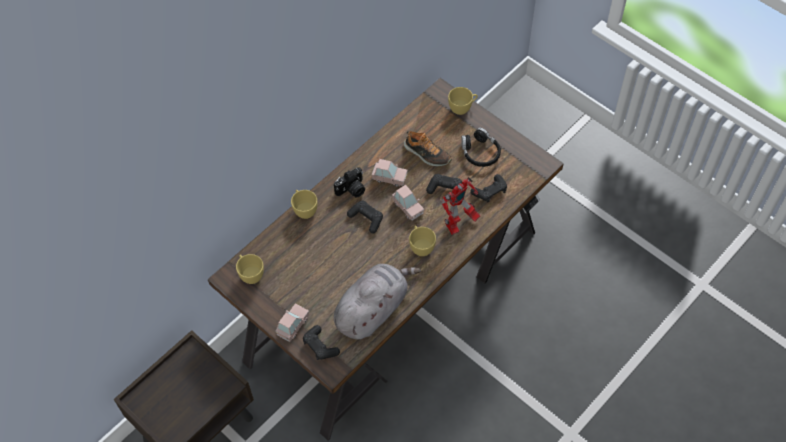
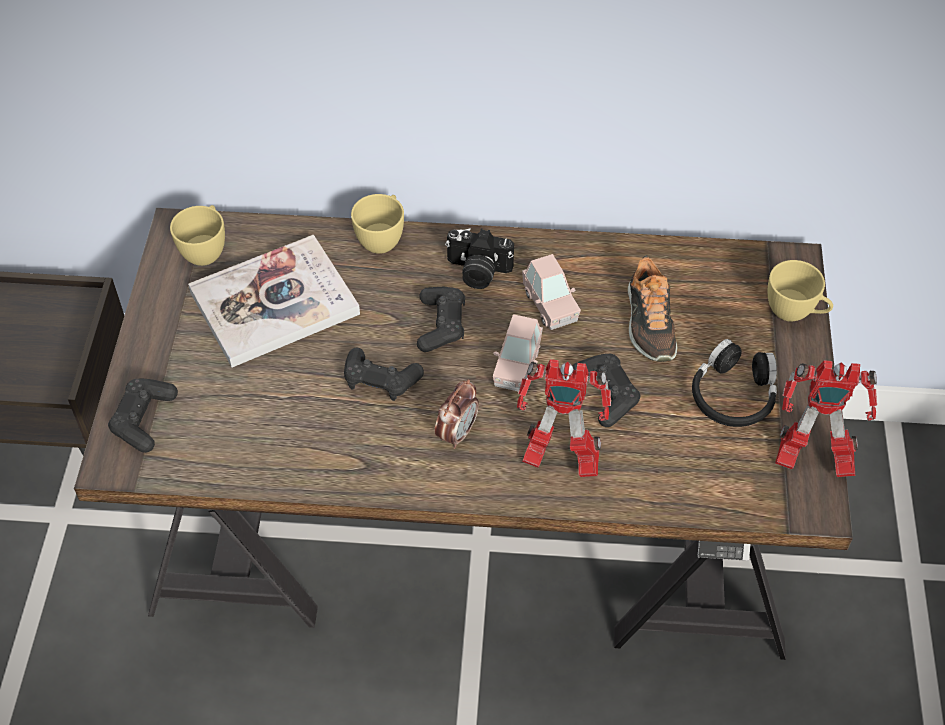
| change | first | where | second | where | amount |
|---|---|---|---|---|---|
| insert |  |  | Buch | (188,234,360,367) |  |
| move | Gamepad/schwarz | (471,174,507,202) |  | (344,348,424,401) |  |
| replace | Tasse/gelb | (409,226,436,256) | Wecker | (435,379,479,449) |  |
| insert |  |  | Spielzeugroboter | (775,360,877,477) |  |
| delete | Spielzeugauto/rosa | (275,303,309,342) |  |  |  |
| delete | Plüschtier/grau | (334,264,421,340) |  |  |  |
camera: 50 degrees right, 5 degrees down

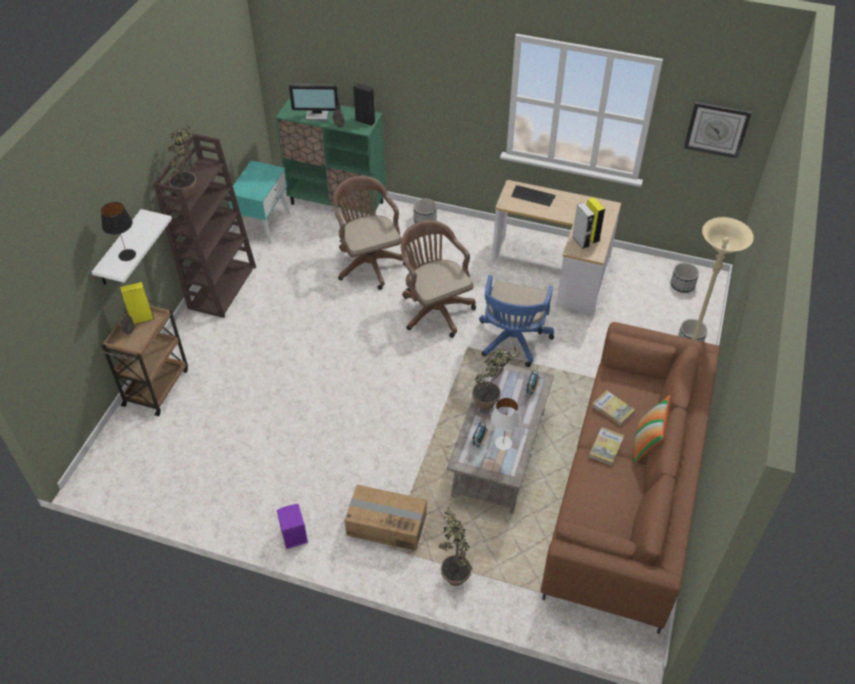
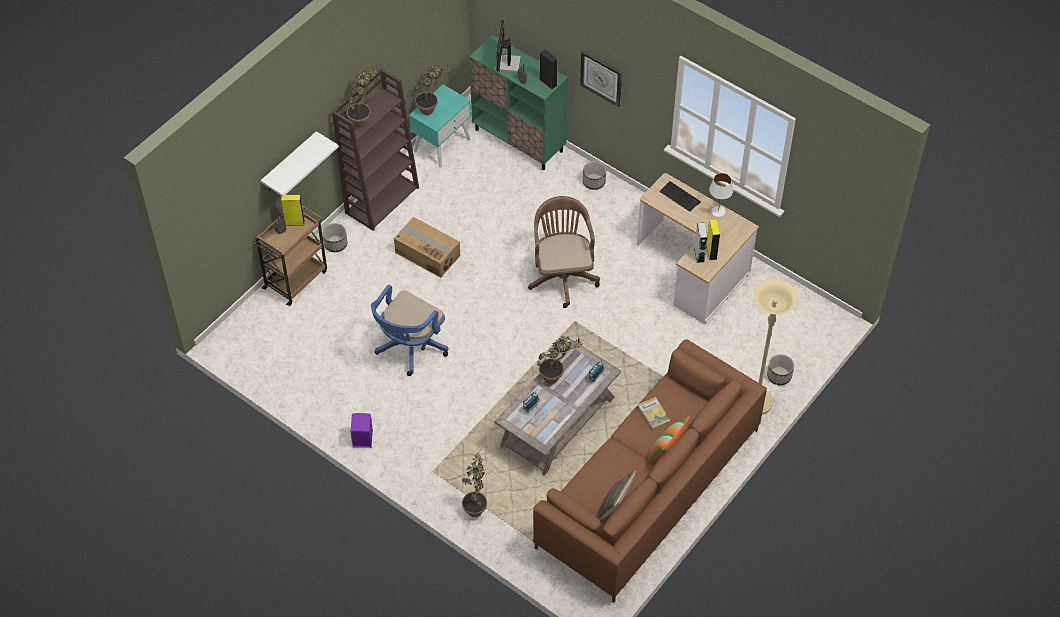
| change | first | where | second | where | amount |
|---|---|---|---|---|---|
| move | Pflanzkübel | (671,263,699,293) |  | (322,223,348,252) |  |
| move | Bürostuhl/blau | (479,275,554,367) |  | (371,284,449,376) |  |
| move | Karton | (344,485,427,551) |  | (394,217,460,277) |  |
| insert |  |  | Topfpflanze | (415,64,451,115) |  |
| rotate | Monitor | (289,84,339,121) |  | (496,20,521,72) | 75 degrees clockwise |
| move | Wanduhr | (684,101,752,159) |  | (580,50,622,107) |  |
| insert |  |  | Kissen | (598,470,636,520) |  |
| move | Tischlampe/weiß | (491,398,521,450) |  | (709,173,733,217) |  |
| delete | Tischlampe/schwarz | (101,202,136,261) |  |  |  |
| delete | Bürostuhl/braun | (333,175,407,290) |  |  |  |
| delete | Buch | (589,427,624,466) |  |  |  |
camera: 20 degrees right, 5 degrees up

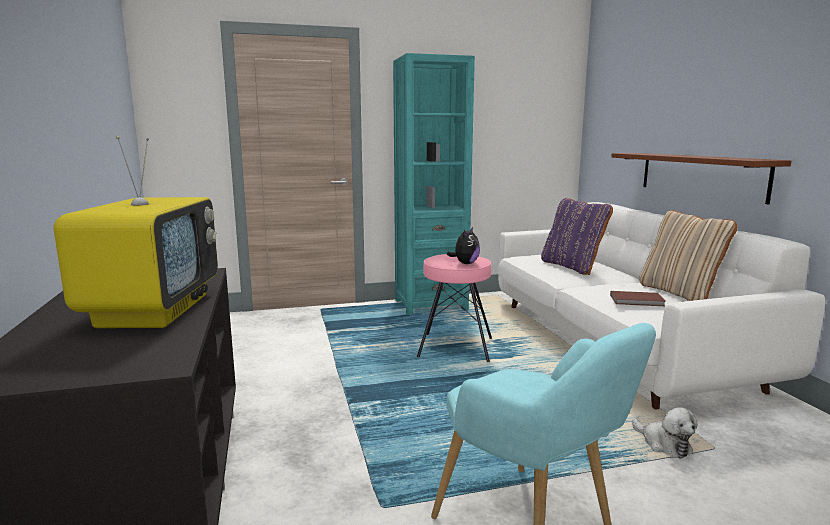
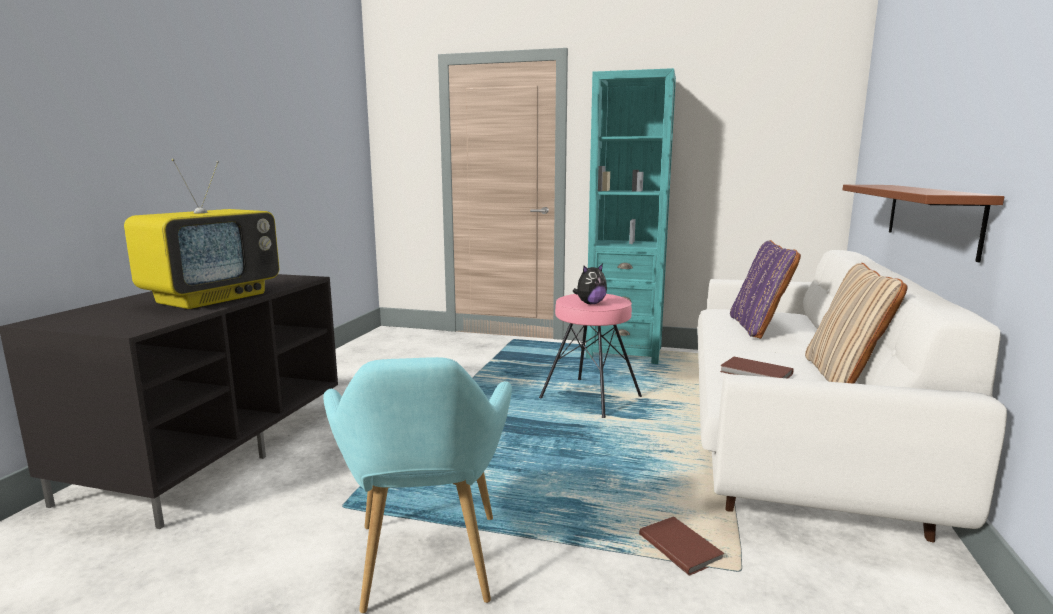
| change | first | where | second | where | amount |
|---|---|---|---|---|---|
| replace | Plüschtier | (632,407,698,459) | Buch/braun | (639,516,725,576) |  |
camera: 30 degrees right, 0 degrees up

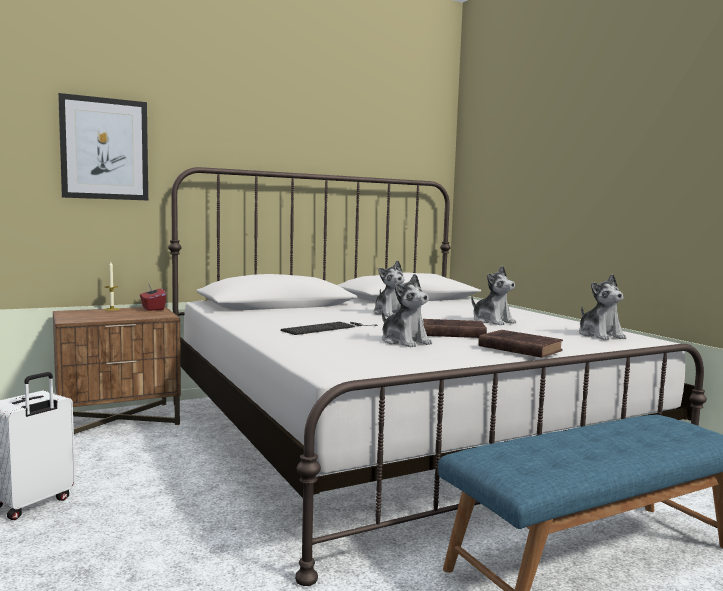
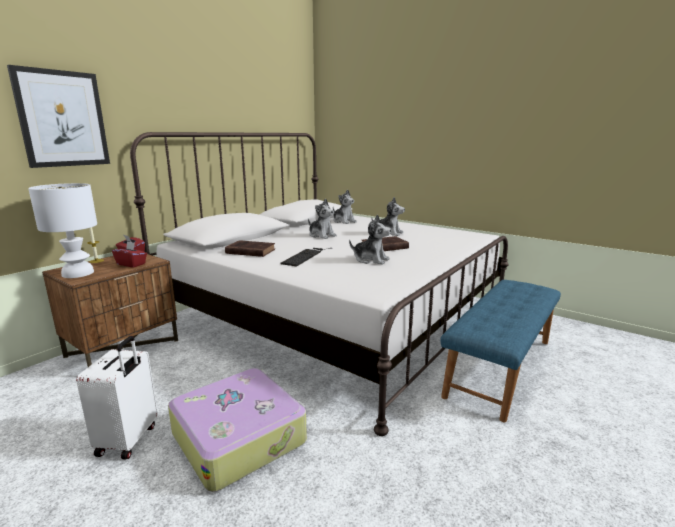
| change | first | where | second | where | amount |
|---|---|---|---|---|---|
| insert |  |  | Tischlampe/weiß | (28,183,97,278) |  |
| insert |  |  | Taschentuchbox/rot | (112,241,147,268) |  |
| insert |  |  | Koffer | (168,368,307,492) |  |
| move | Buch/braun | (478,330,563,358) |  | (225,240,275,257) |  |
| move | Plüschtier | (579,274,627,340) |  | (333,190,357,224) |  |
camera: 25 degrees left, 10 degrees up

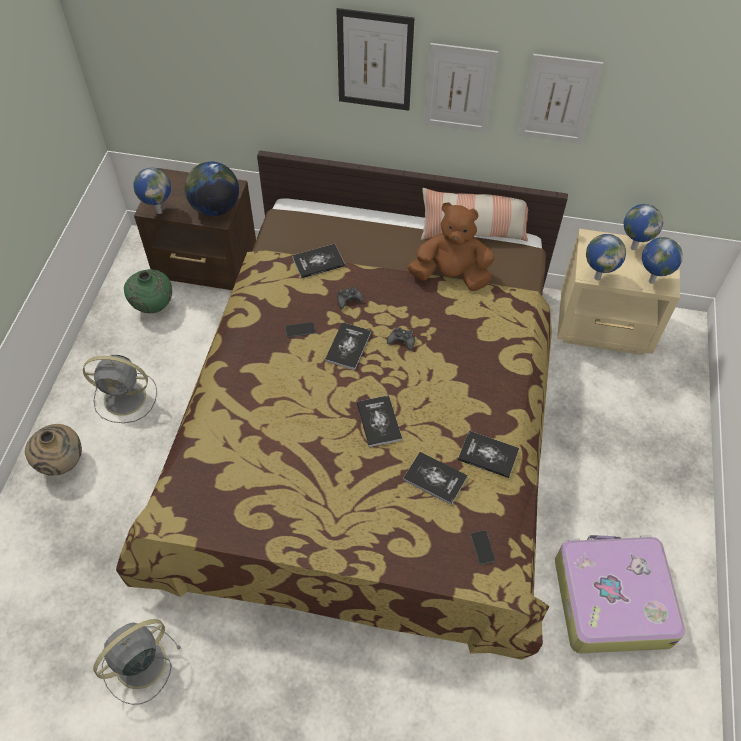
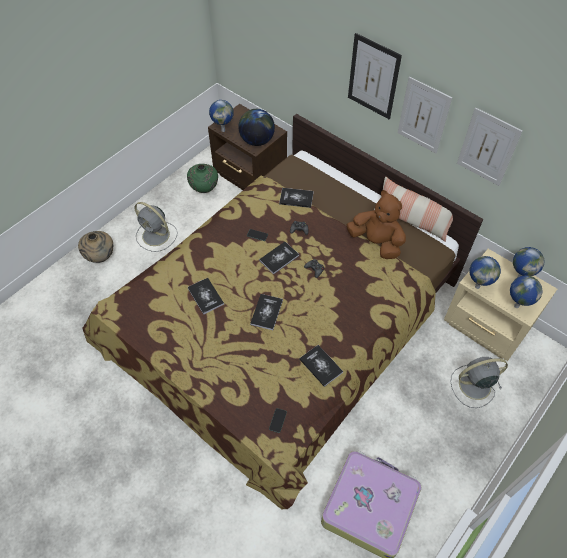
| change | first | where | second | where | amount |
|---|---|---|---|---|---|
| move | Buch | (403,452,468,505) |  | (188,278,224,315) |  |
| move | Ventilator/grau | (93,619,181,705) |  | (450,357,508,408) |  |
camera: 30 degrees right, 0 degrees up

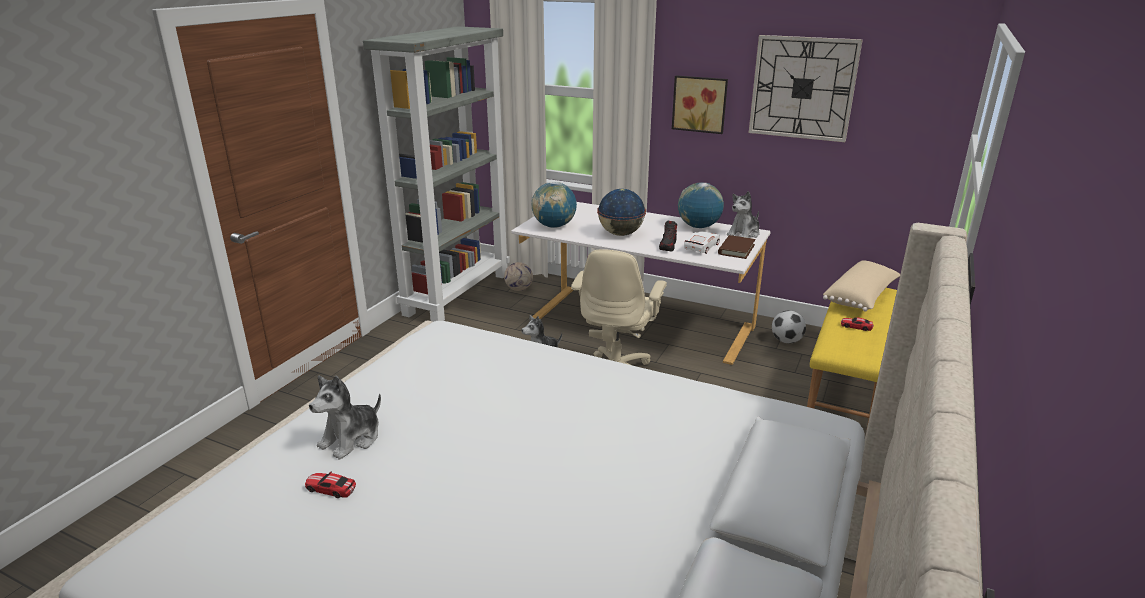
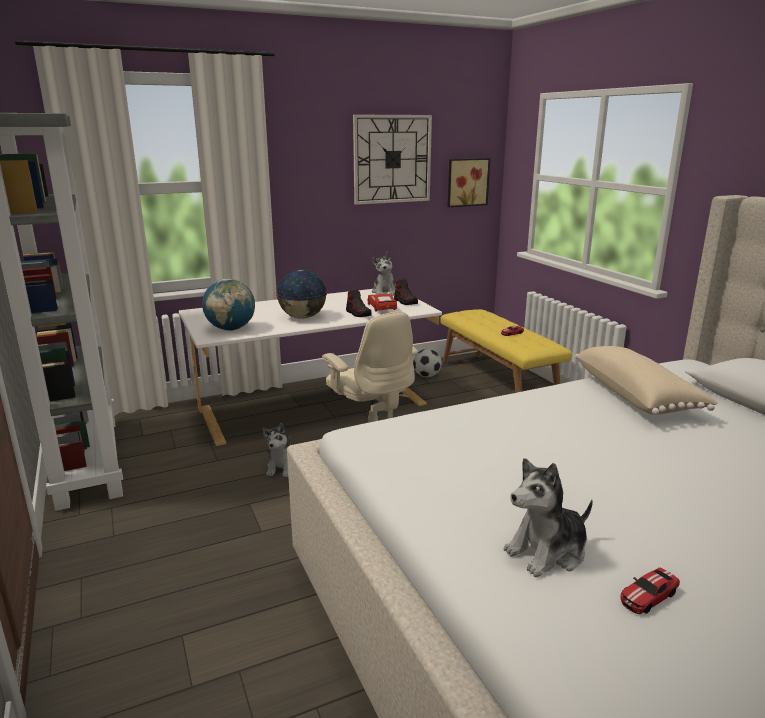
| change | first | where | second | where | amount |
|---|---|---|---|---|---|
| recolor | Spielzeugauto/weiß | (684,231,720,254) | Spielzeugauto/rot | (368,294,397,312) |  |
| replace | Buch/braun | (718,235,756,259) | Schuh | (394,278,418,305) |  |
| move | Bild | (672,75,728,134) |  | (448,158,490,207) |  |
| rotate | Plüschtier | (309,376,381,460) |  | (504,458,593,577) | 75 degrees clockwise |
| move | Kissen/beige | (823,260,900,312) |  | (575,346,717,415) |  |
| delete | Fußball | (504,262,533,291) |  |  |  |
| delete | Globus | (678,182,724,228) |  |  |  |
camera: 50 degrees left, 5 degrees down

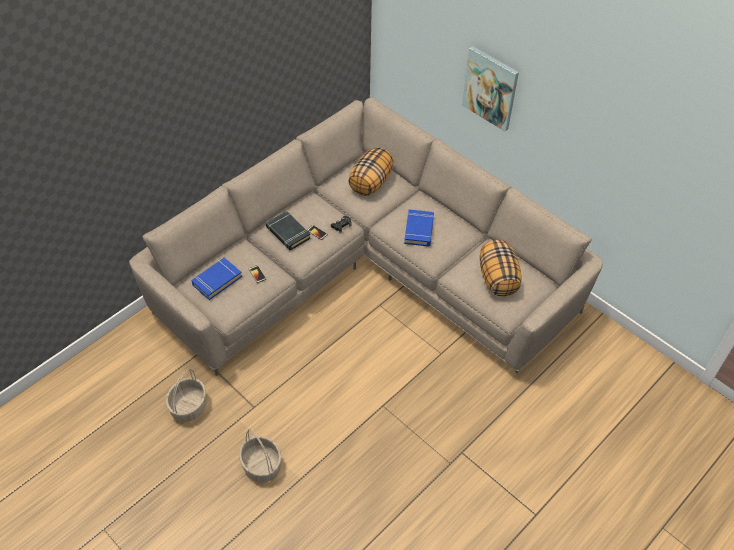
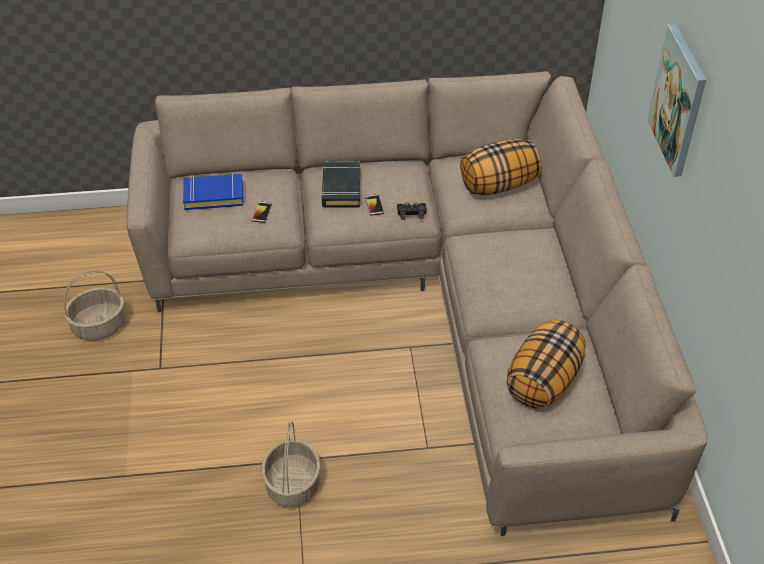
| change | first | where | second | where | amount |
|---|---|---|---|---|---|
| move | Korb | (239,429,281,482) |  | (262,421,320,507) |  |
| delete | Buch/blau | (404,209,434,246) |  |  |  |
camera: 40 degrees right, 5 degrees down

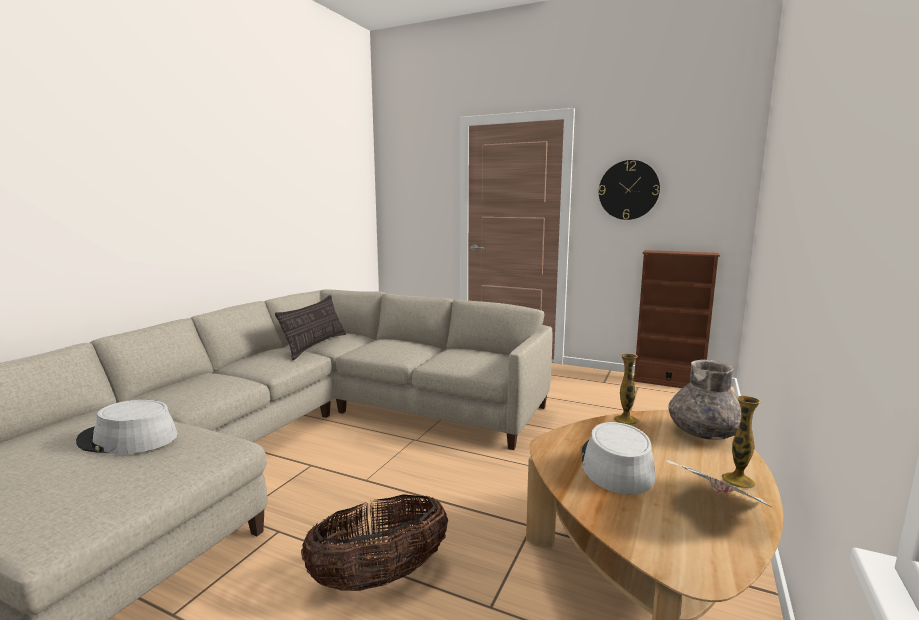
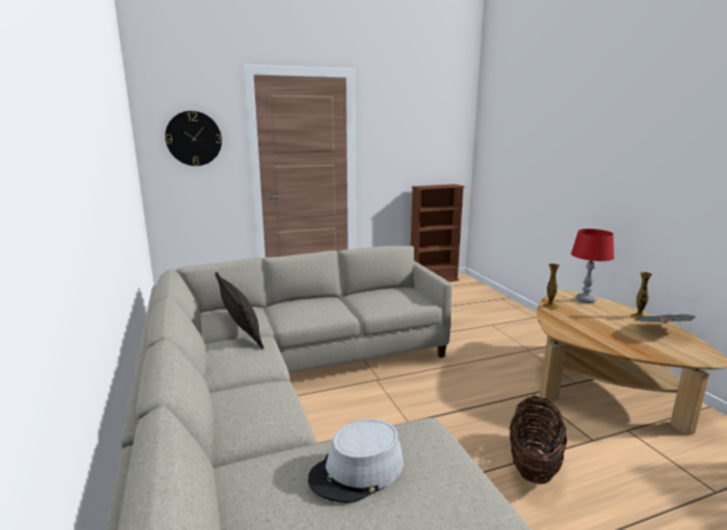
| change | first | where | second | where | amount |
|---|---|---|---|---|---|
| move | Wanduhr | (599,160,660,220) |  | (165,111,222,166) |  |
| replace | Vase/grau | (669,360,741,440) | Tischlampe/rot | (571,229,614,303) |  |
| delete | Hut/grau | (582,422,655,495) |  |  |  |
camera: 45 degrees left, 5 degrees up

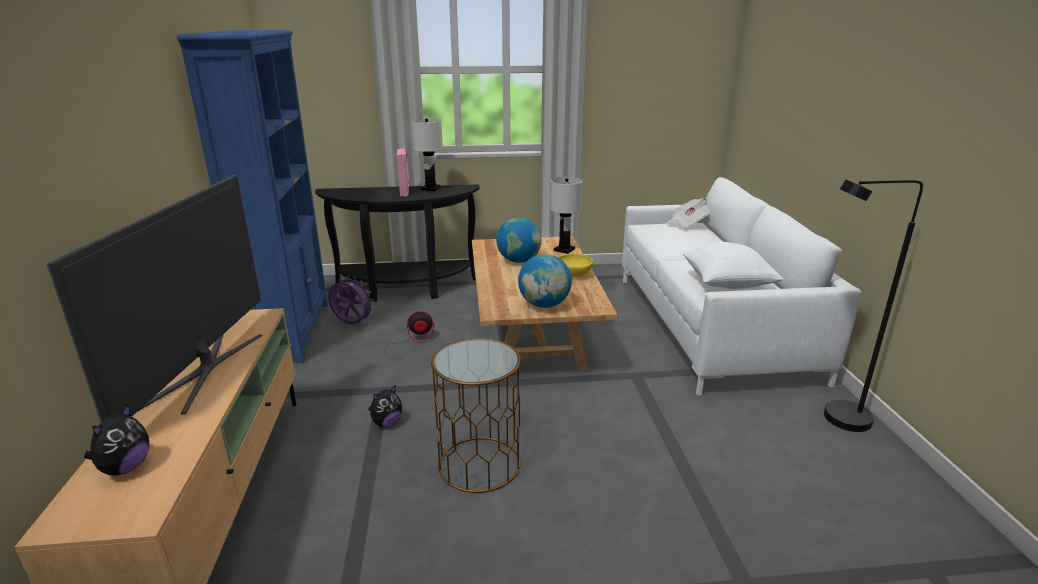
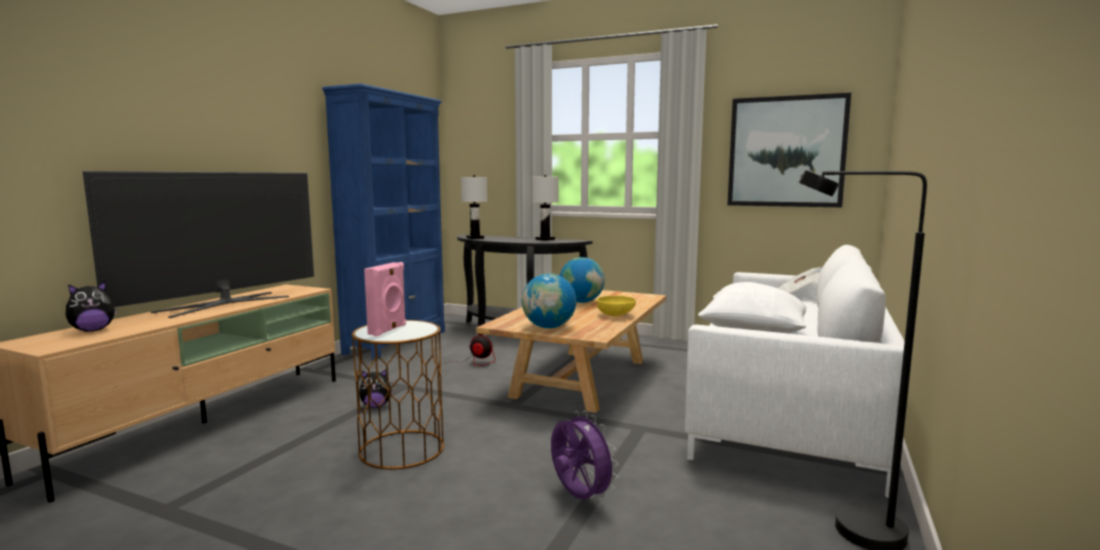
| change | first | where | second | where | amount |
|---|---|---|---|---|---|
| move | Lautsprecher/rosa | (397,148,410,197) |  | (364,262,406,336) |  |
| move | Tischlampe/weiß | (550,177,582,254) |  | (461,175,487,239) |  |
| move | Ventilator/lila | (328,275,375,324) |  | (551,411,619,500) |  |
| insert |  |  | Bild | (728,93,851,207) |  |
camera: 30 degrees right, 15 degrees down

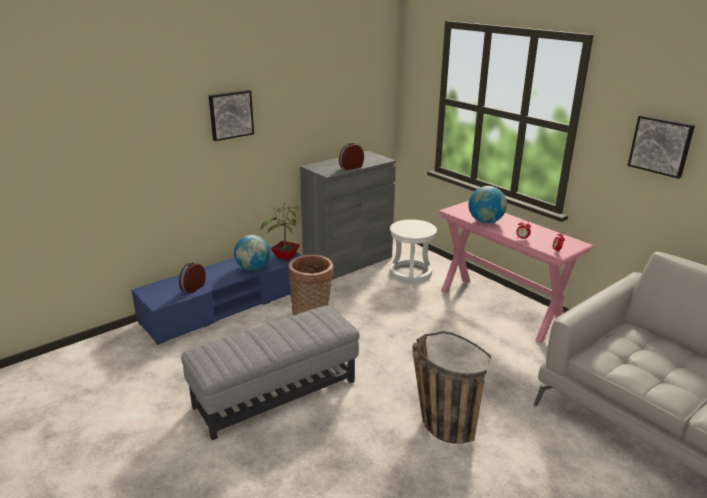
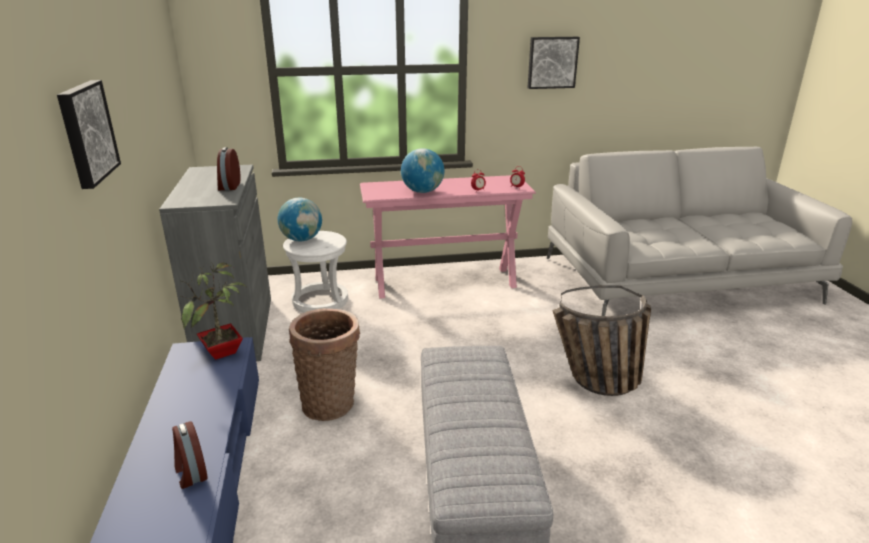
| change | first | where | second | where | amount |
|---|---|---|---|---|---|
| move | Globus | (234,235,270,271) |  | (278,198,322,241) |  |
camera: 60 degrees left, 0 degrees up

